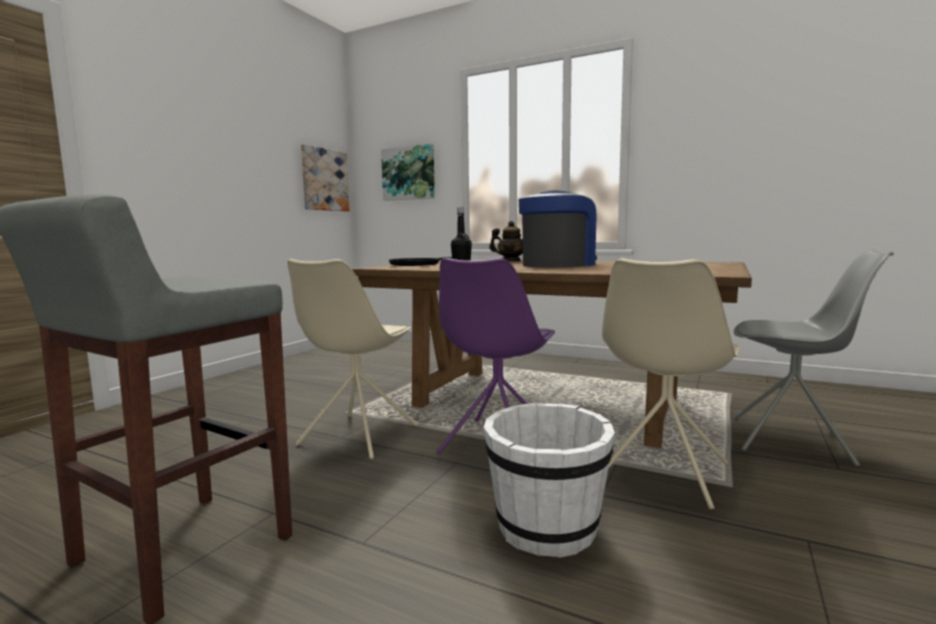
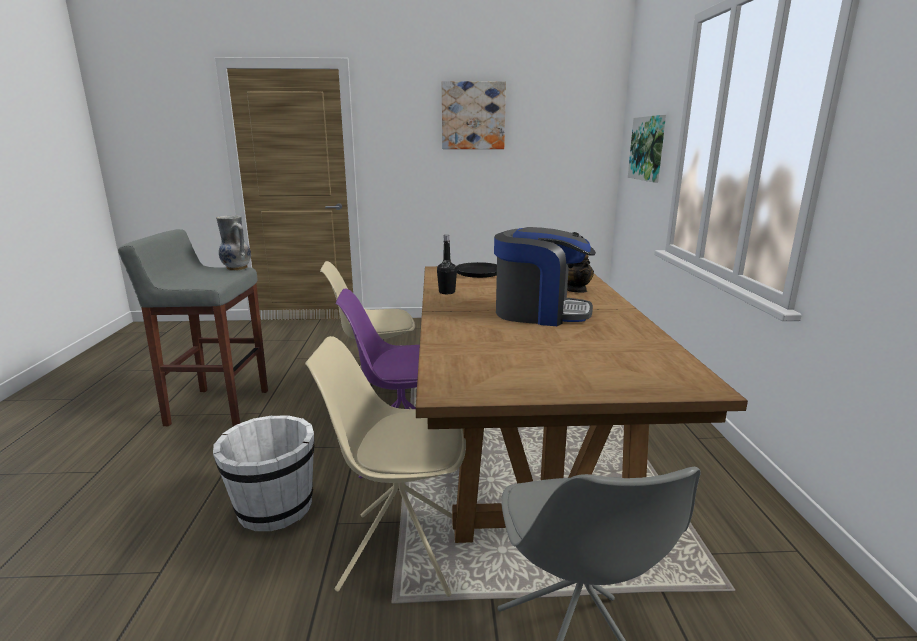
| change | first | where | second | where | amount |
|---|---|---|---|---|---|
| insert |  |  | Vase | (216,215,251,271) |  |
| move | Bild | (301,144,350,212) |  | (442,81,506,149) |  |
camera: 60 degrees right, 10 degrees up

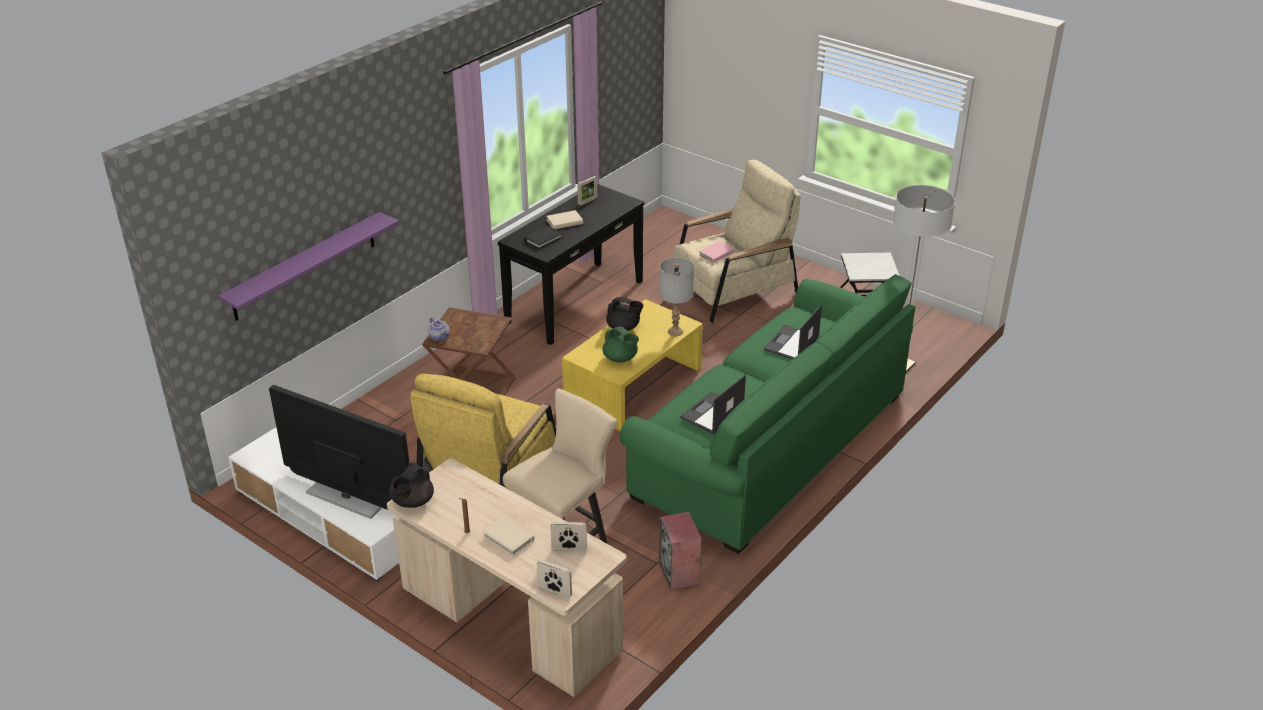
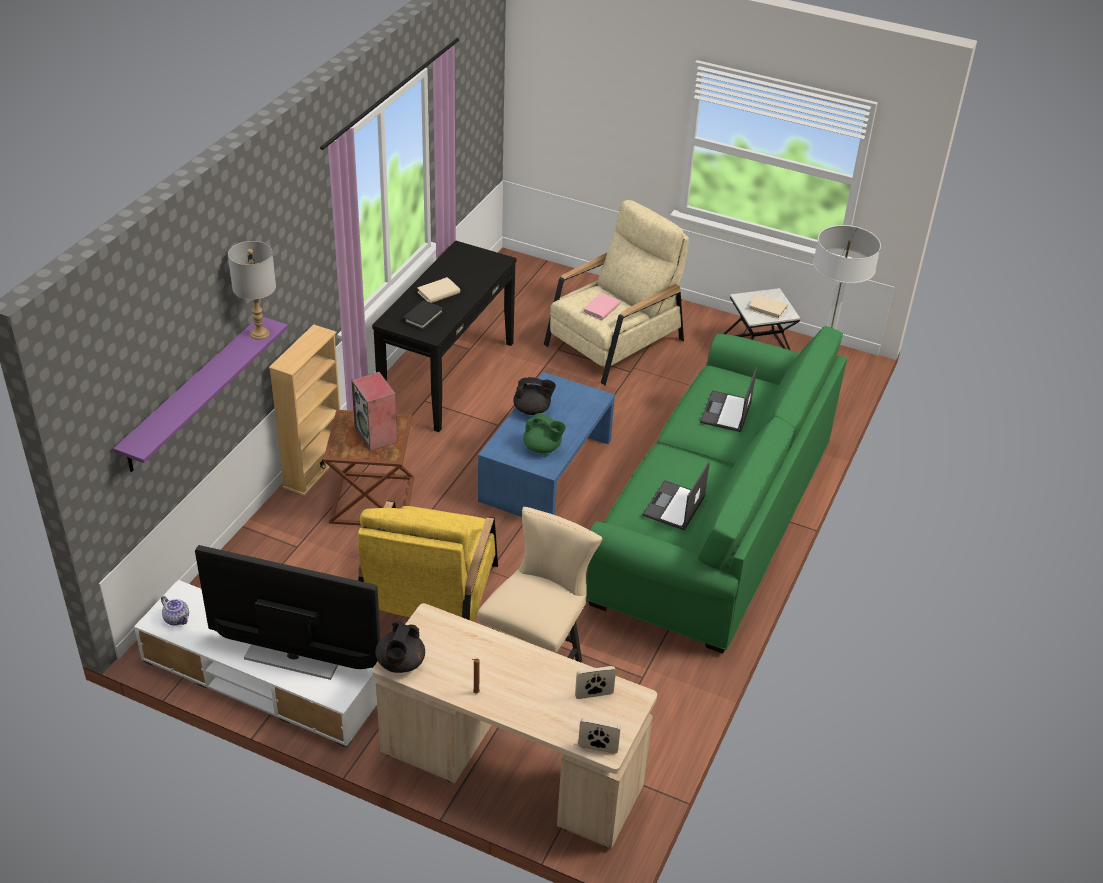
| change | first | where | second | where | amount |
|---|---|---|---|---|---|
| move | Teekanne | (428,317,450,341) |  | (161,596,189,626) |  |
| move | Tischlampe/grau | (659,258,694,336) |  | (228,241,276,340) |  |
| insert |  |  | Bücherregal/beige | (269,324,340,496) |  |
| move | Lautsprecher | (659,511,702,590) |  | (351,372,398,451) |  |
| recolor | Couchtisch/gelb | (562,299,703,431) | Couchtisch/blau | (478,372,615,517) |  |
| move | Buch/beige | (482,517,535,556) |  | (748,295,788,319) |  |
| delete | Bilderrahmen | (577,176,597,205) |  |  |  |
camera: 15 degrees left, 5 degrees up

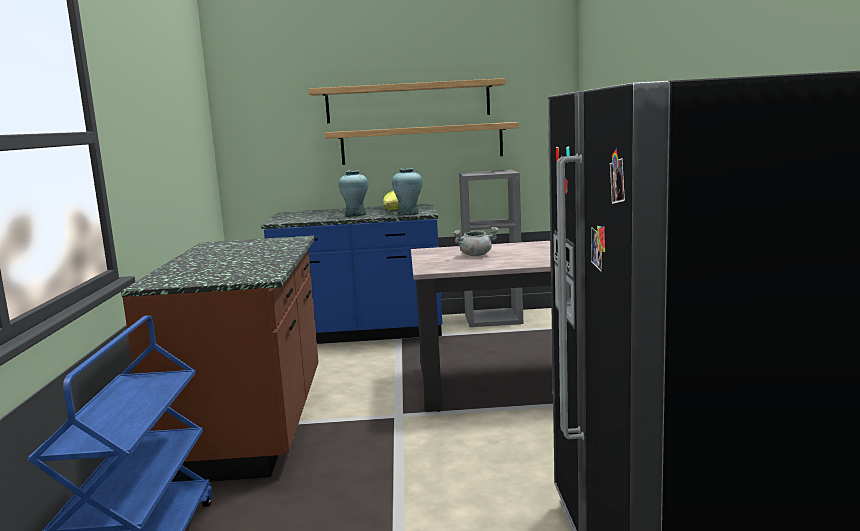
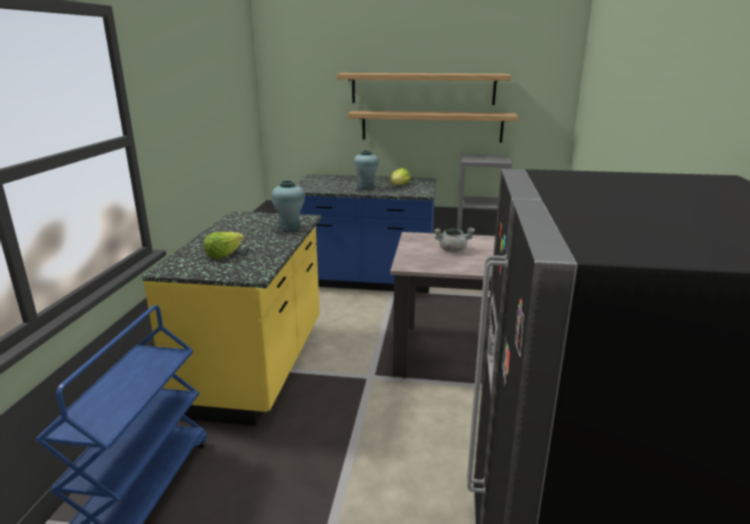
| change | first | where | second | where | amount |
|---|---|---|---|---|---|
| recolor | Küchenzeile/braun | (121,236,319,482) | Küchenzeile/gelb | (142,211,321,426) |  |
| insert |  |  | Salatkopf | (204,232,244,258) |  |
| move | Vase/türkis | (392,168,422,215) |  | (271,180,305,233) |  |
camera: 10 degrees right, 10 degrees up

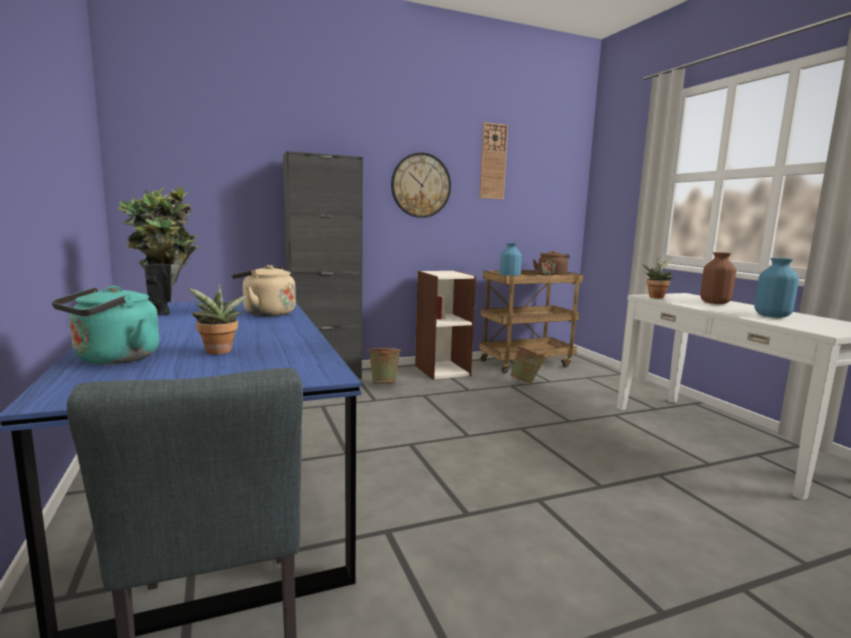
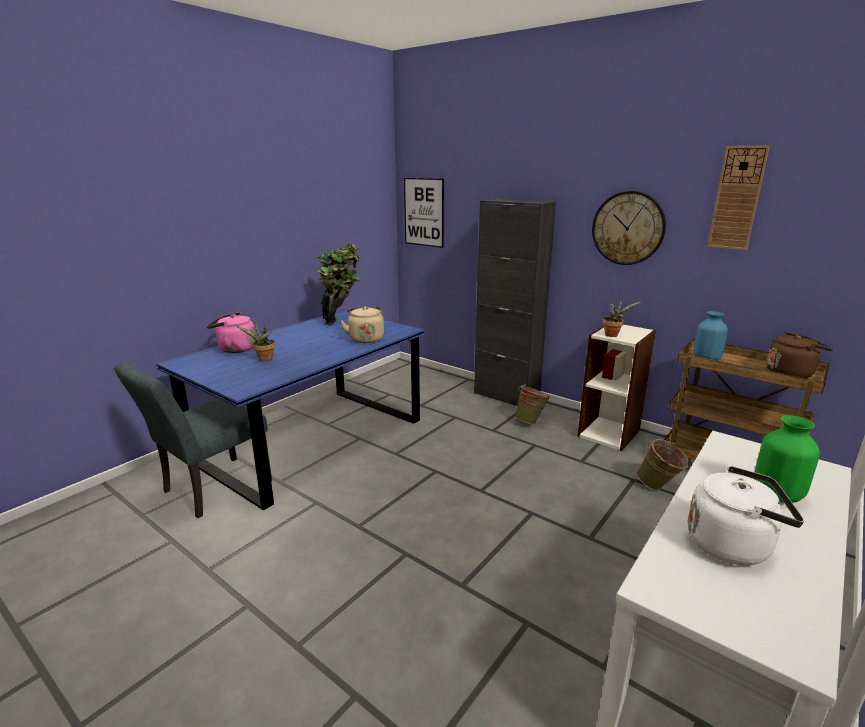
| change | first | where | second | where | amount |
|---|---|---|---|---|---|
| recolor | Wasserkessel/türkis | (51,286,159,364) | Wasserkessel/rosa | (207,312,256,353) |  |
| insert |  |  | Bild | (404,178,444,248) |  |
| move | Topfpflanze | (642,257,673,298) |  | (603,299,640,337) |  |
| replace | Vase/blau | (754,258,799,318) | Wasserkessel/weiß | (688,466,804,565) |  |
| recolor | Vase/braun | (700,252,736,304) | Vase/grün | (754,415,820,503) |  |
camera: 60 degrees right, 10 degrees up

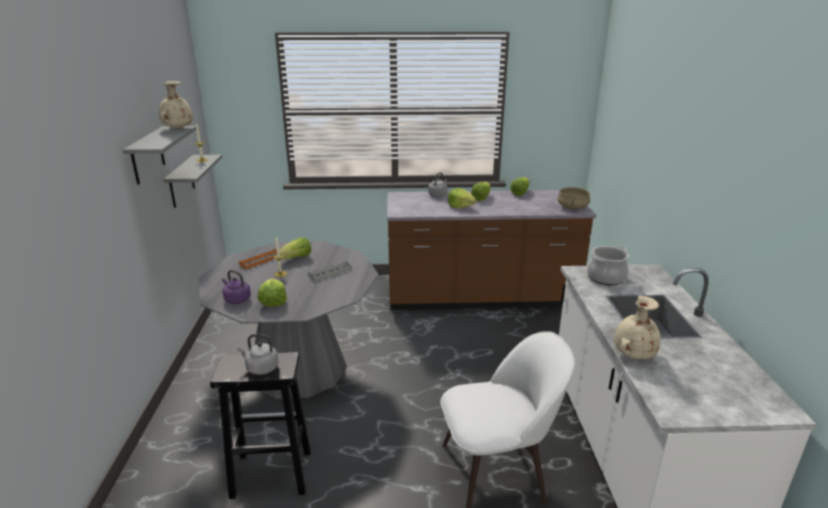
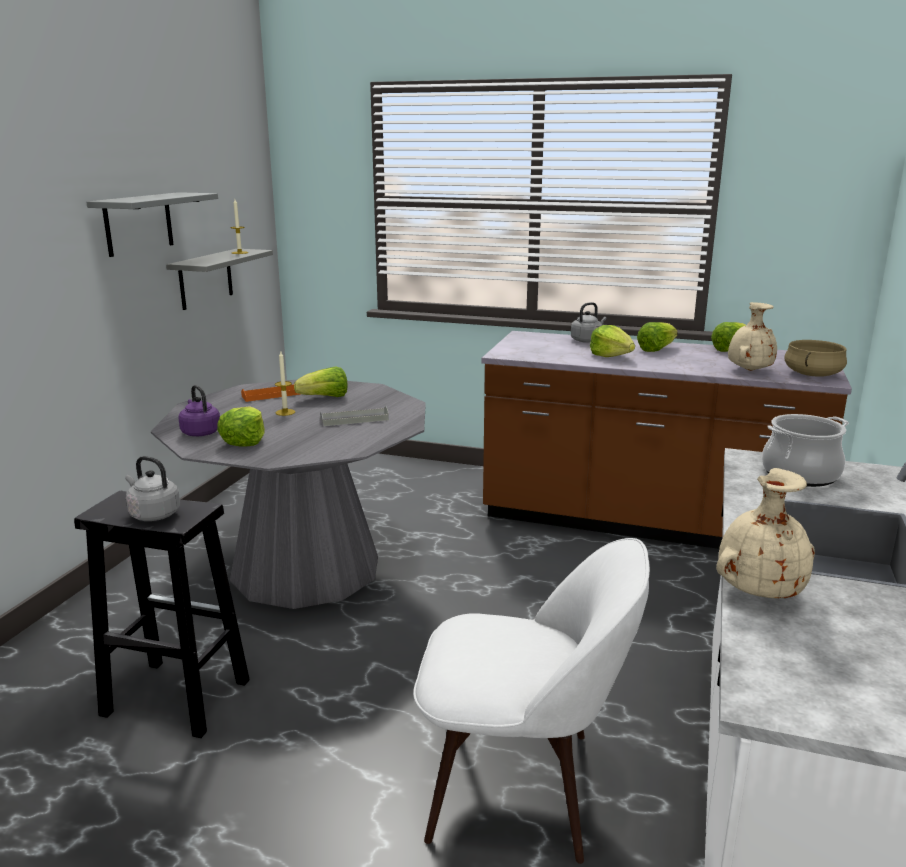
| change | first | where | second | where | amount |
|---|---|---|---|---|---|
| move | Vase/beige | (159,81,193,129) |  | (728,302,777,371) |  |
camera: 20 degrees right, 5 degrees down

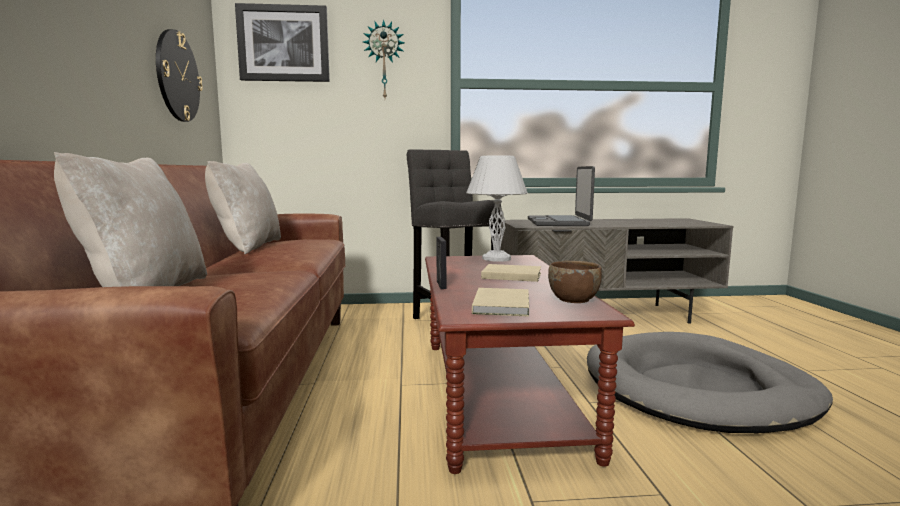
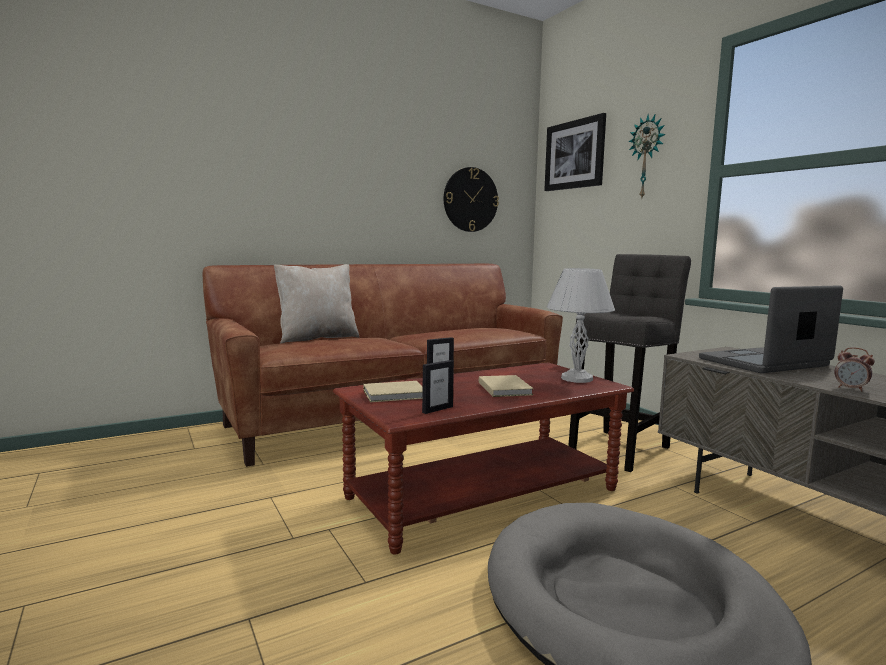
| change | first | where | second | where | amount |
|---|---|---|---|---|---|
| replace | Schüssel/braun | (548,261,602,303) | Bilderrahmen | (422,360,454,414) |  |
| insert |  |  | Wecker | (835,347,875,392) |  |
| delete | Kissen/beige | (205,161,281,254) |  |  |  |
camera: 65 degrees right, 0 degrees up

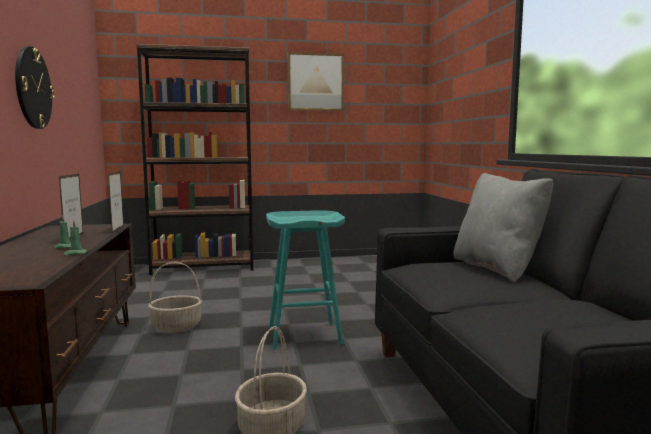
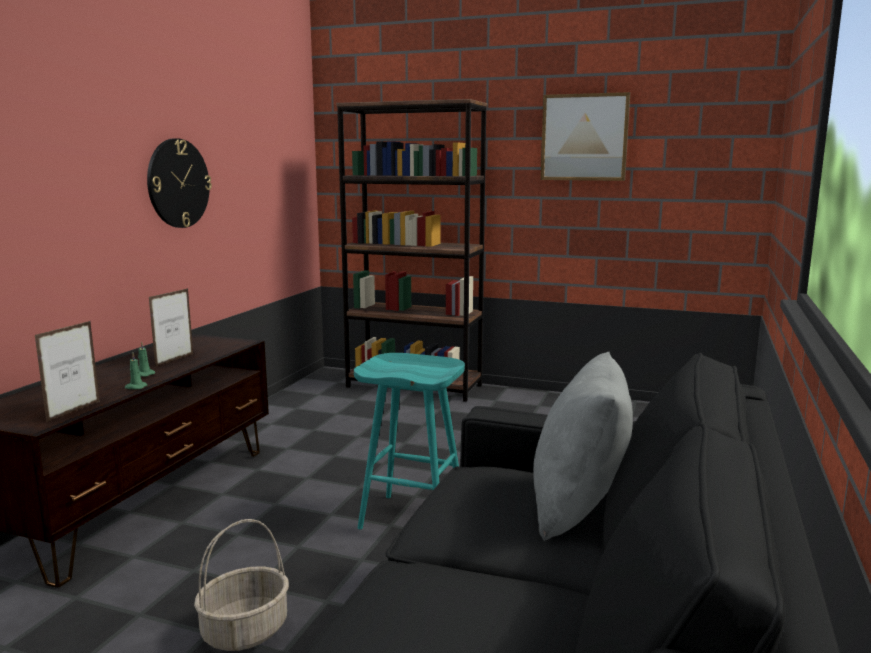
| change | first | where | second | where | amount |
|---|---|---|---|---|---|
| move | Bilderrahmen | (108,171,124,234) |  | (35,321,100,422) |  |
| delete | Korb | (148,262,202,332) |  |  |  |
camera: 30 degrees right, 5 degrees up

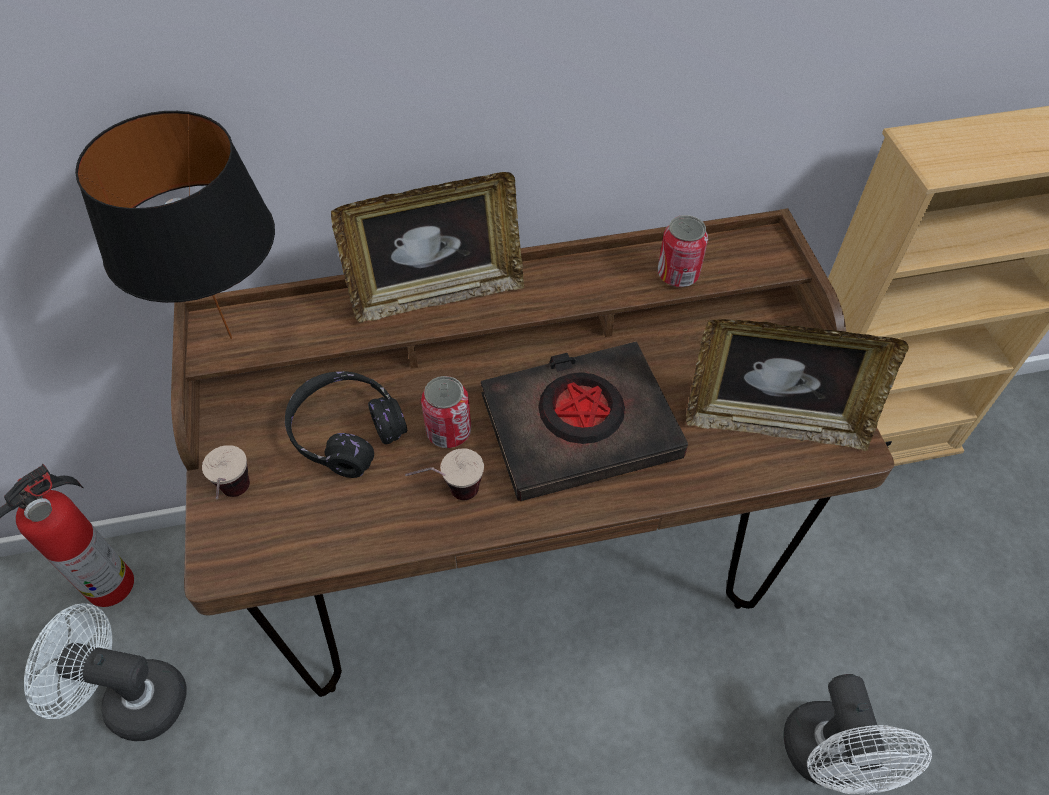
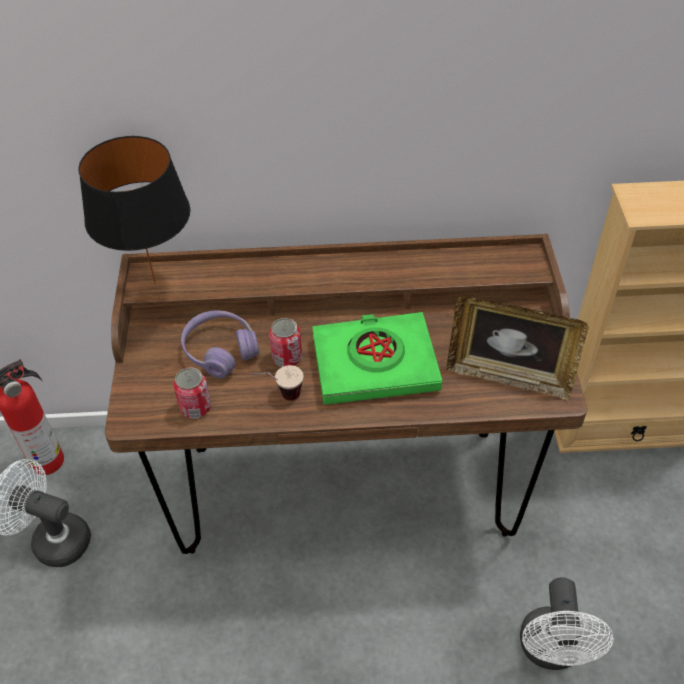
| change | first | where | second | where | amount |
|---|---|---|---|---|---|
| move | Dose | (658,215,708,287) |  | (173,367,211,419) |  |
| recolor | Kopfhörer/schwarz | (285,371,407,478) | Kopfhörer/lila | (181,311,259,378) |  |
| recolor | Buch/schwarz | (481,341,688,501) | Buch/grün | (312,312,442,405) |  |
| delete | Tasse | (202,445,250,499) |  |  |  |
| delete | Bilderrahmen | (331,172,524,323) |  |  |  |
camera: 10 degrees right, 5 degrees down

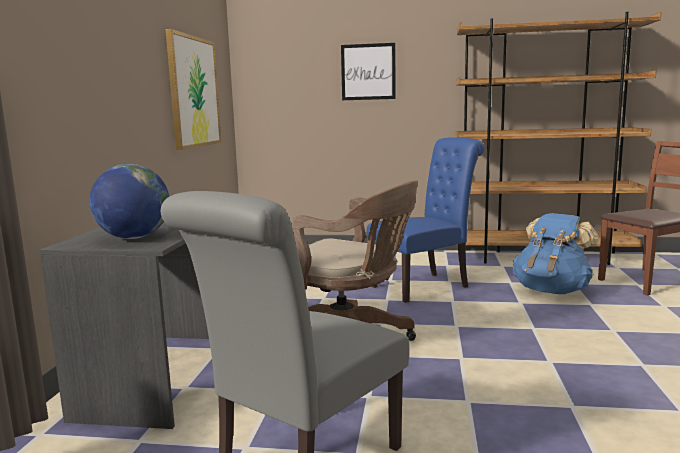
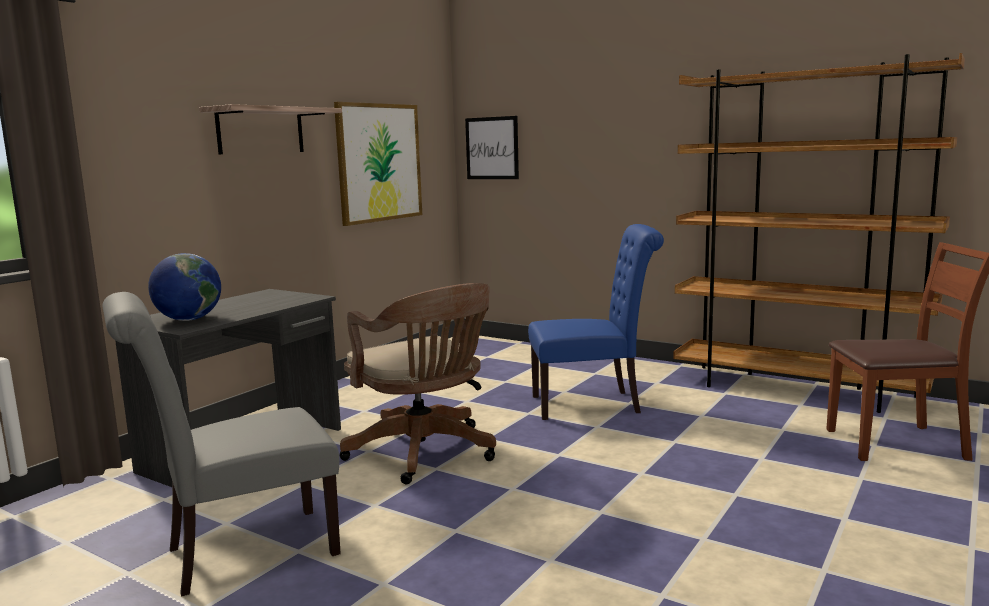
| change | first | where | second | where | amount |
|---|---|---|---|---|---|
| insert |  |  | Wandregal | (199,104,342,154) |  |
| move | Bild | (341,43,396,100) |  | (465,116,519,179) |  |
| delete | Rucksack/blau | (513,213,599,294) |  |  |  |
camera: 25 degrees right, 0 degrees up

